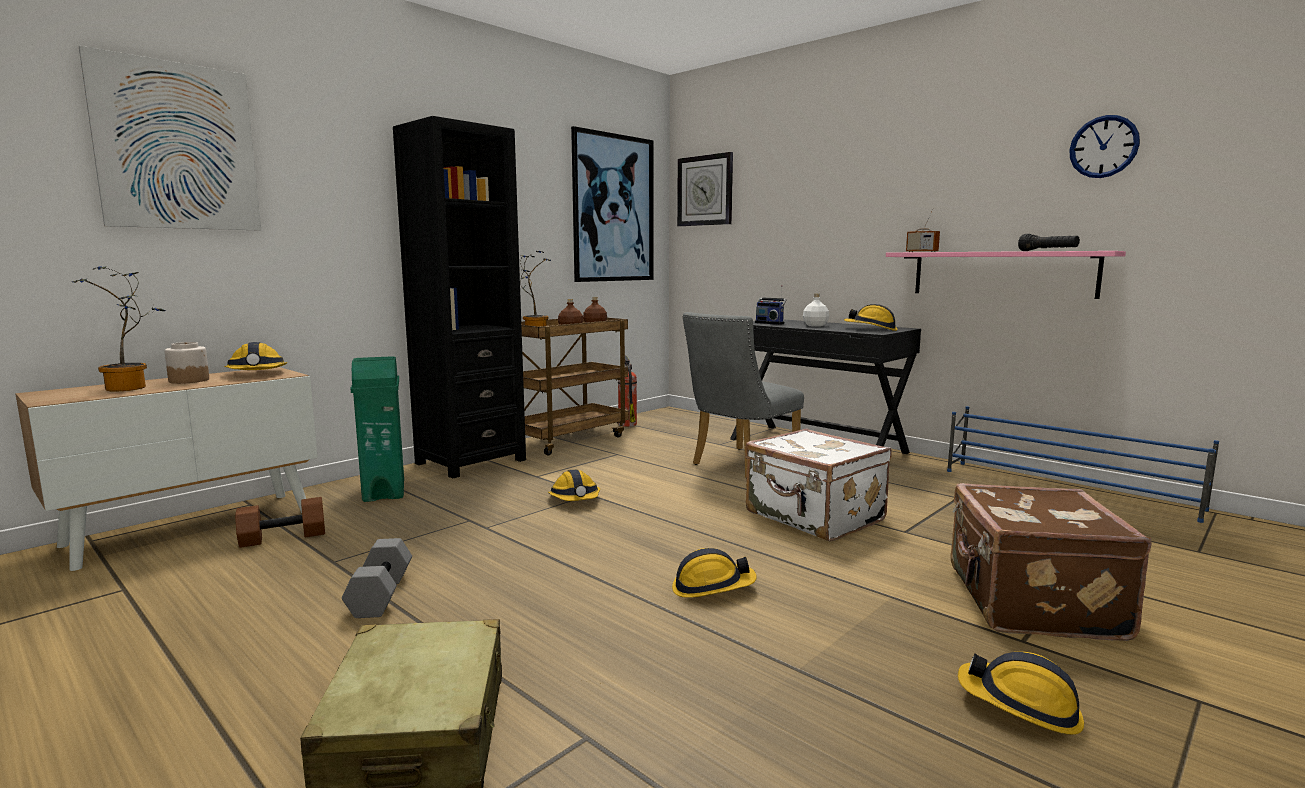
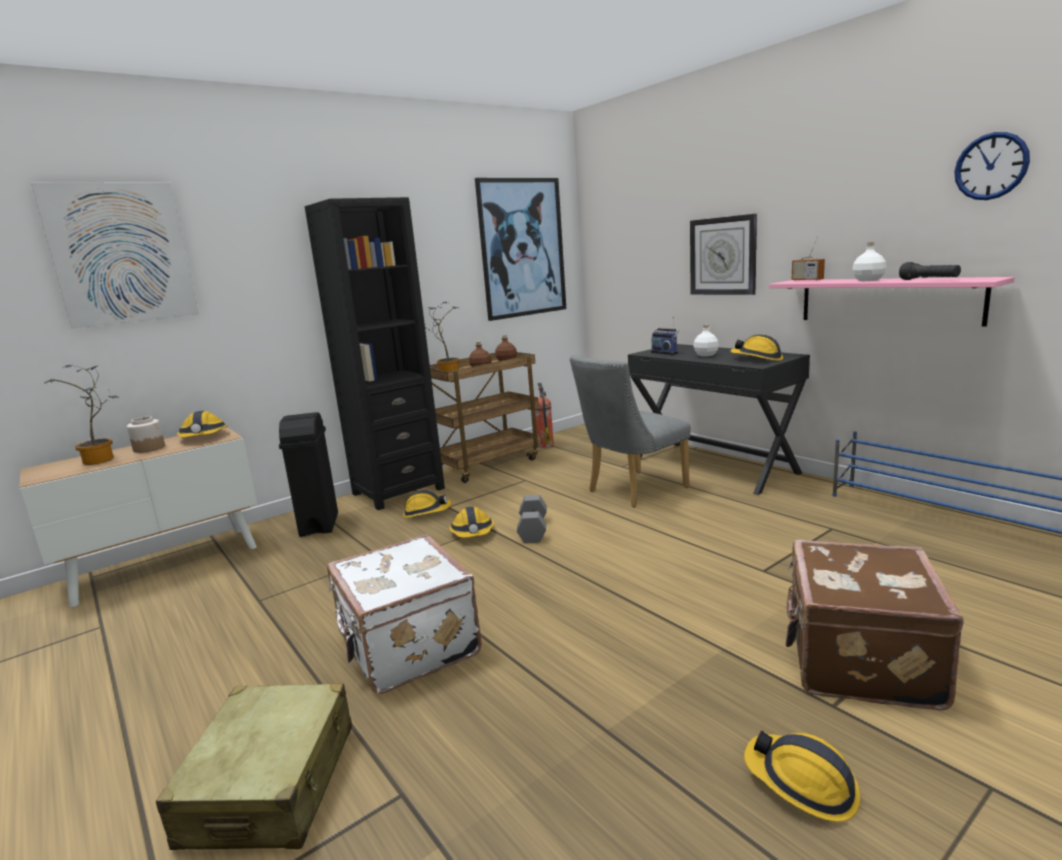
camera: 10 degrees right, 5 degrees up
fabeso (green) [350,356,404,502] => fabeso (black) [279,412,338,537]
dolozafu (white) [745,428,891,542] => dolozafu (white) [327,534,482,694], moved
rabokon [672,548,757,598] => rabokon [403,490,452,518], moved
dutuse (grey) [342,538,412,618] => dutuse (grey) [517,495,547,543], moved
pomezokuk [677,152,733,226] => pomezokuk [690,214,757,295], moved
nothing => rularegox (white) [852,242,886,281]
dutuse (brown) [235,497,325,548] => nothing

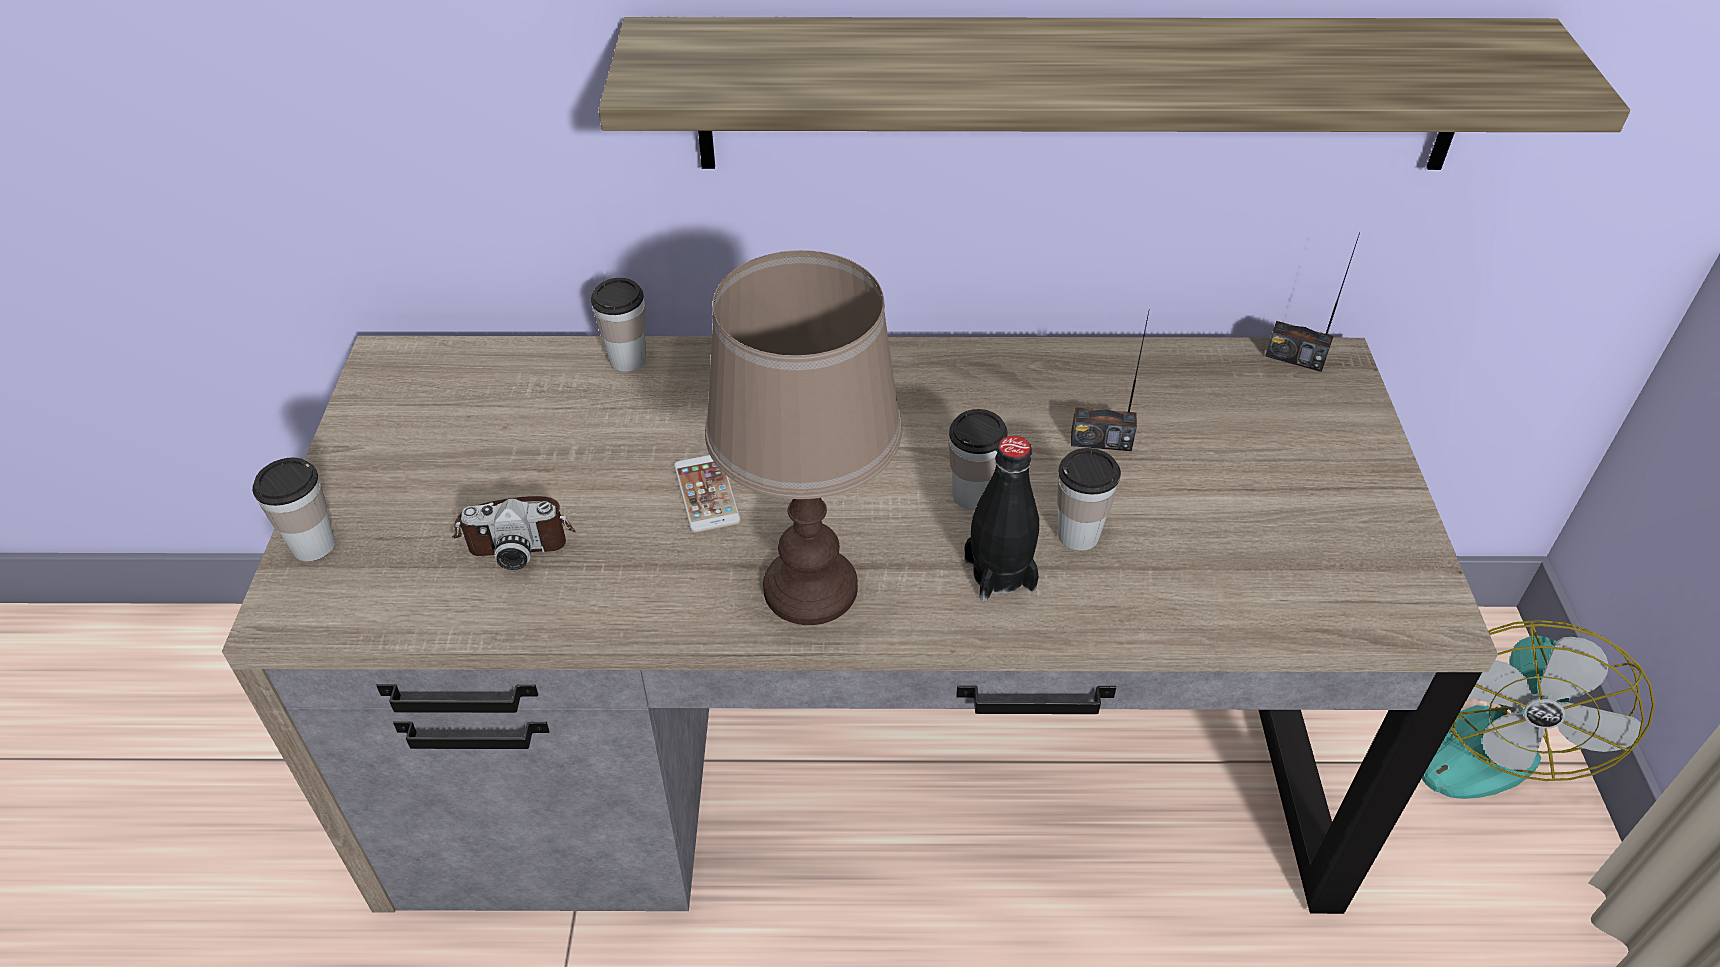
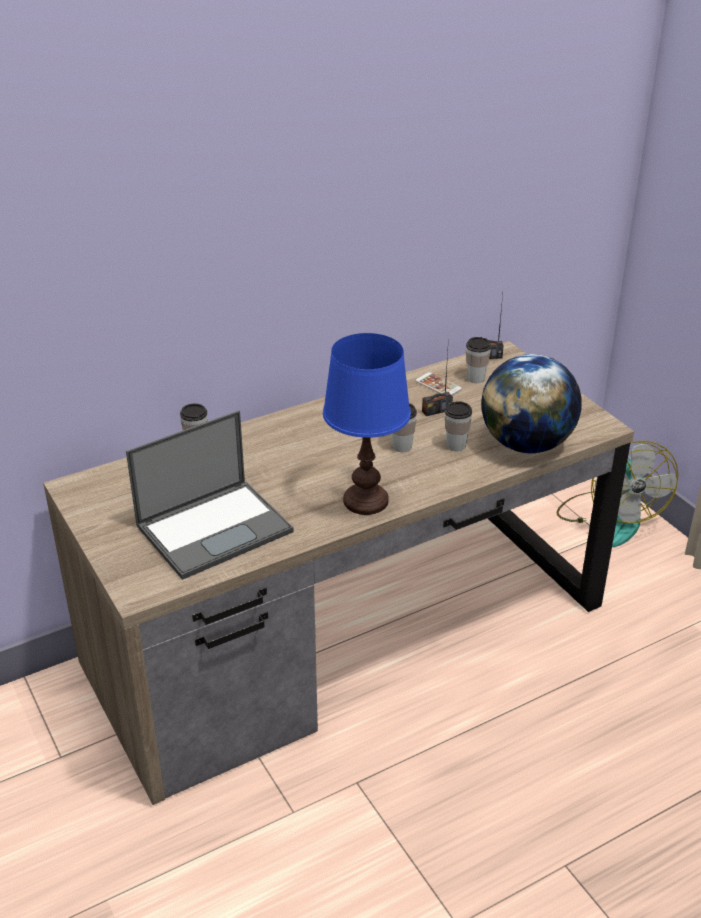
camera: 30 degrees left, 10 degrees down
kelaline [452,496,576,570] => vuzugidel [126,410,294,580]
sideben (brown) [705,250,902,625] => sideben (blue) [323,333,411,515]
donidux [674,455,741,533] => donidux [415,372,462,395], moved
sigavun [252,457,335,561] => sigavun [466,337,491,383], moved
nothing => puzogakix [481,354,582,453]
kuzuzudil [598,17,1630,170] => nothing
rularegox (black) [964,436,1039,601] => nothing

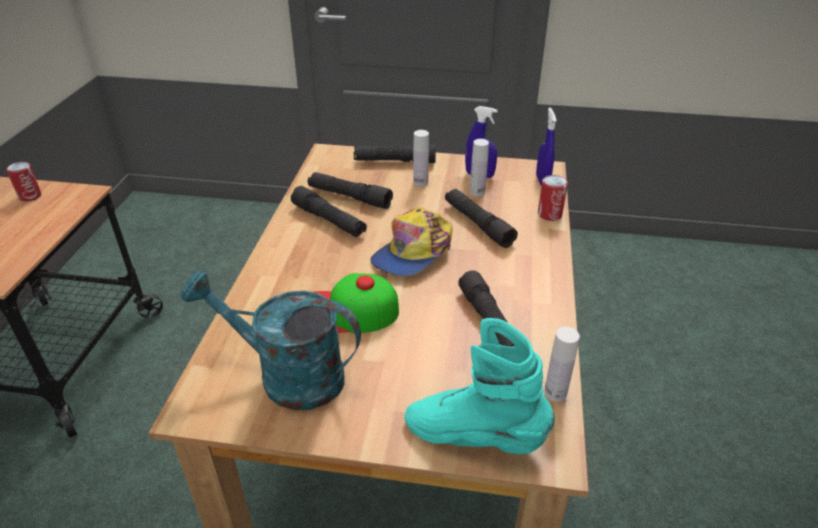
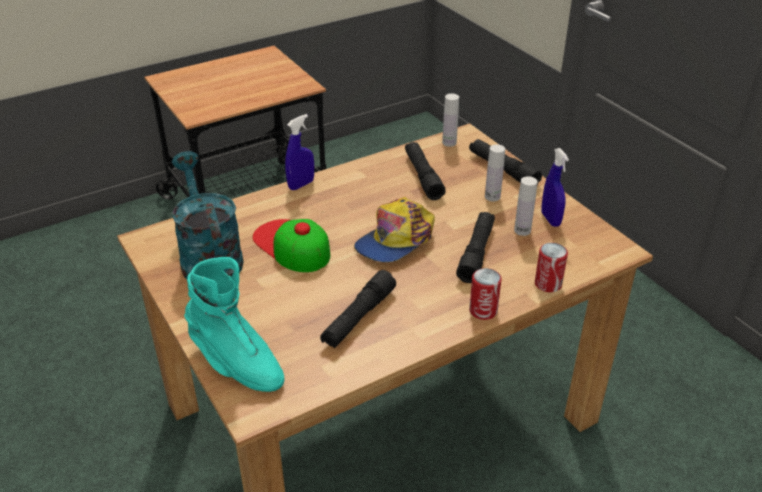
camera: 50 degrees right, 0 degrees up
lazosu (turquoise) [405,318,555,454] => lazosu (turquoise) [184,257,284,392], 150 degrees clockwise
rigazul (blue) [536,108,557,186] => rigazul (blue) [285,114,314,190], moved
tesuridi [370,207,453,276] => tesuridi [354,197,435,262], 45 degrees counterclockwise
rularegox (white) [544,327,580,402] => rularegox (white) [442,93,459,147], moved
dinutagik [6,162,42,202] => dinutagik [469,268,502,320], moved
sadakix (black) [291,186,367,237] => nothing

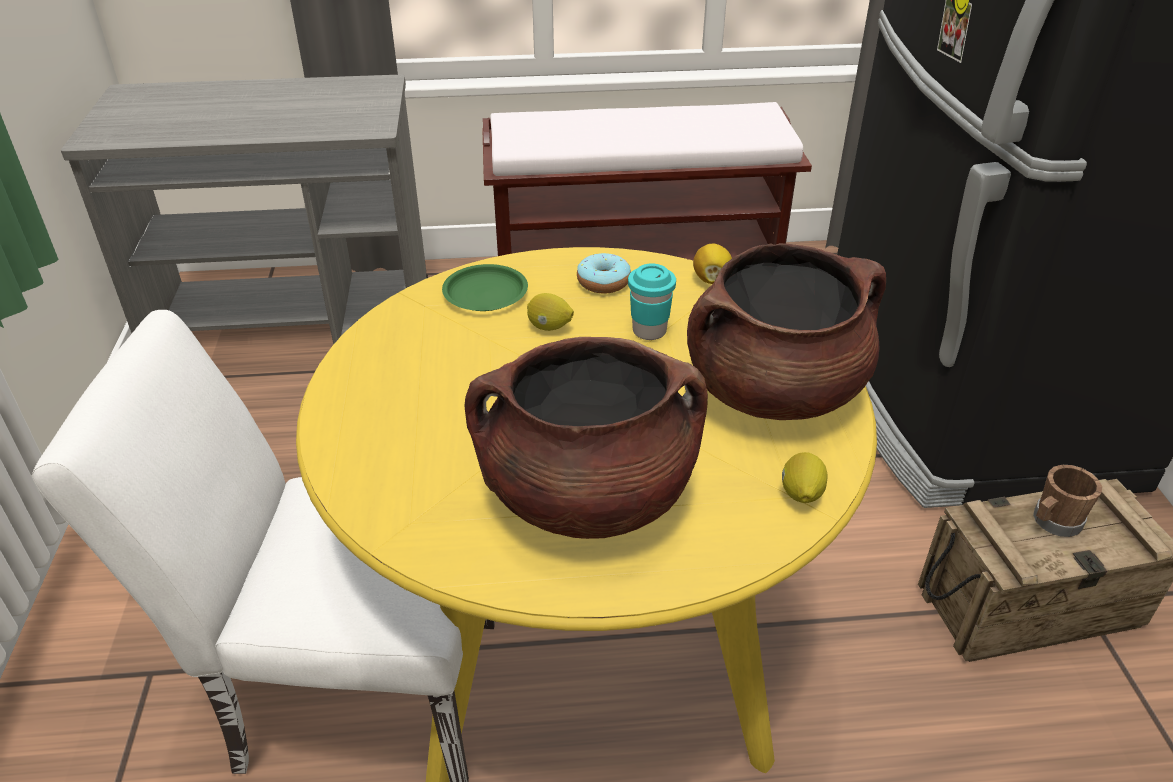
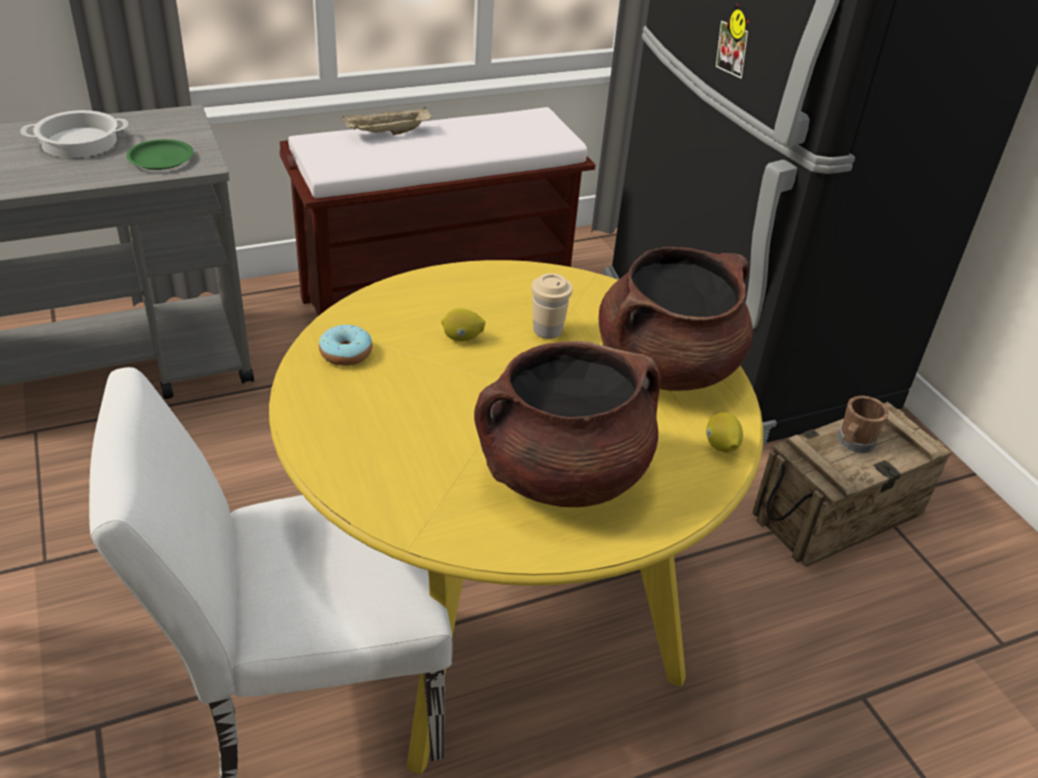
camera: 20 degrees left, 0 degrees up
nothing => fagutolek [21,110,128,158]
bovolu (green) [442,264,528,311] => bovolu (green) [126,139,194,170], moved
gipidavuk [577,253,631,294] => gipidavuk [319,325,372,366], moved
nothing => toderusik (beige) [342,107,432,135]
sigavun (turquoise) [628,263,676,340] => sigavun (beige) [531,273,573,339]
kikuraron [693,244,732,284] => nothing

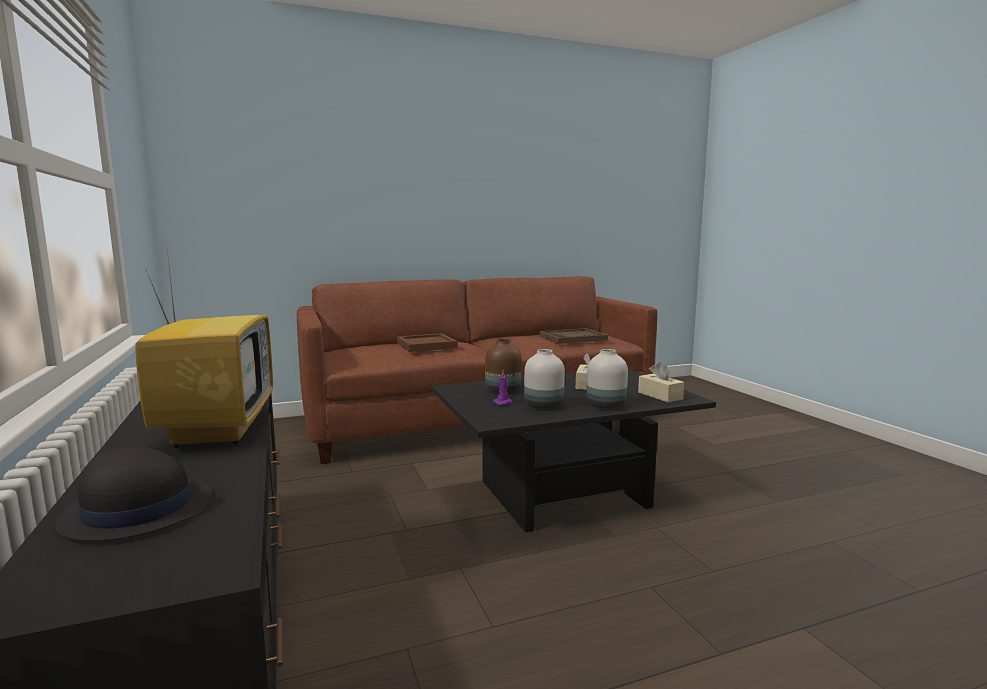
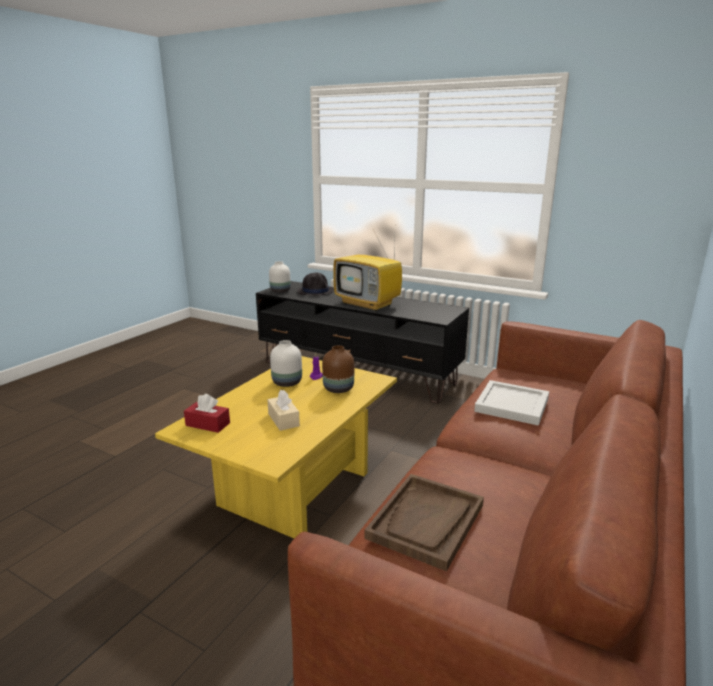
camera: 140 degrees right, 10 degrees up
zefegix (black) [431,369,716,533] => zefegix (yellow) [155,356,397,538]
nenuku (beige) [638,362,684,402] => nenuku (red) [184,394,230,433]
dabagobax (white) [587,349,628,408] => dabagobax (white) [269,261,291,293], moved
toderusik (brown) [397,333,458,352] => toderusik (white) [474,380,549,426]

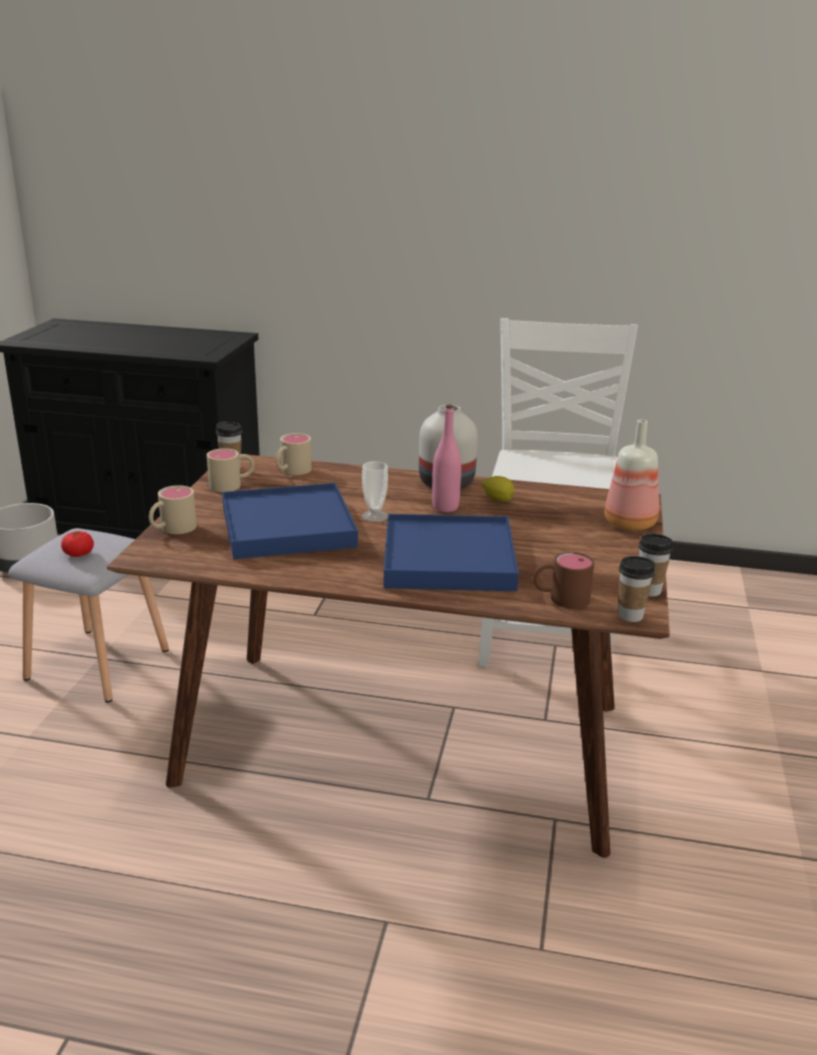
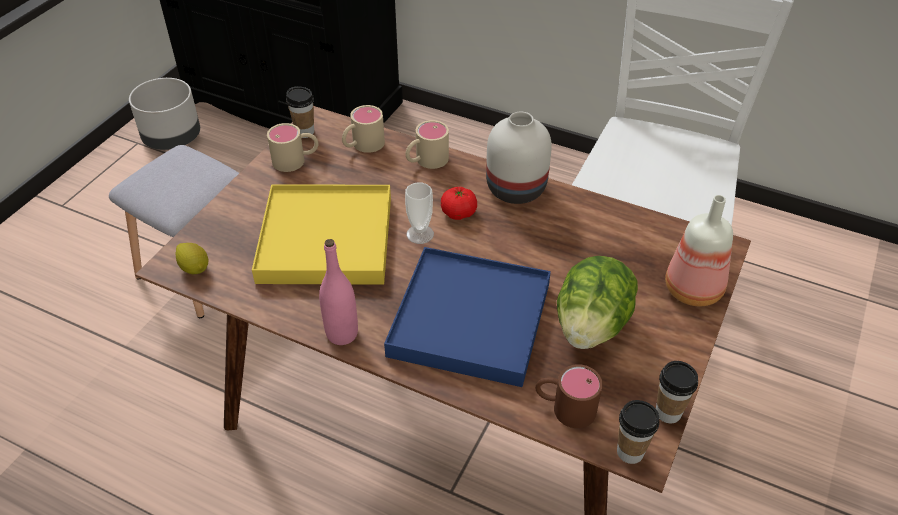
camera: 15 degrees right, 20 degrees up
kikuraron [482,476,515,502] => kikuraron [176,243,208,274], moved
toderusik (blue) [222,483,358,559] => toderusik (yellow) [252,184,391,285]
rularegox (pink) [432,404,461,512] => rularegox (pink) [319,239,358,345], moved
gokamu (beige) [149,485,197,534] => gokamu (beige) [405,120,449,169], moved
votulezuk [61,531,94,557] => votulezuk [441,187,477,220], moved
nothing => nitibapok [557,256,638,349]

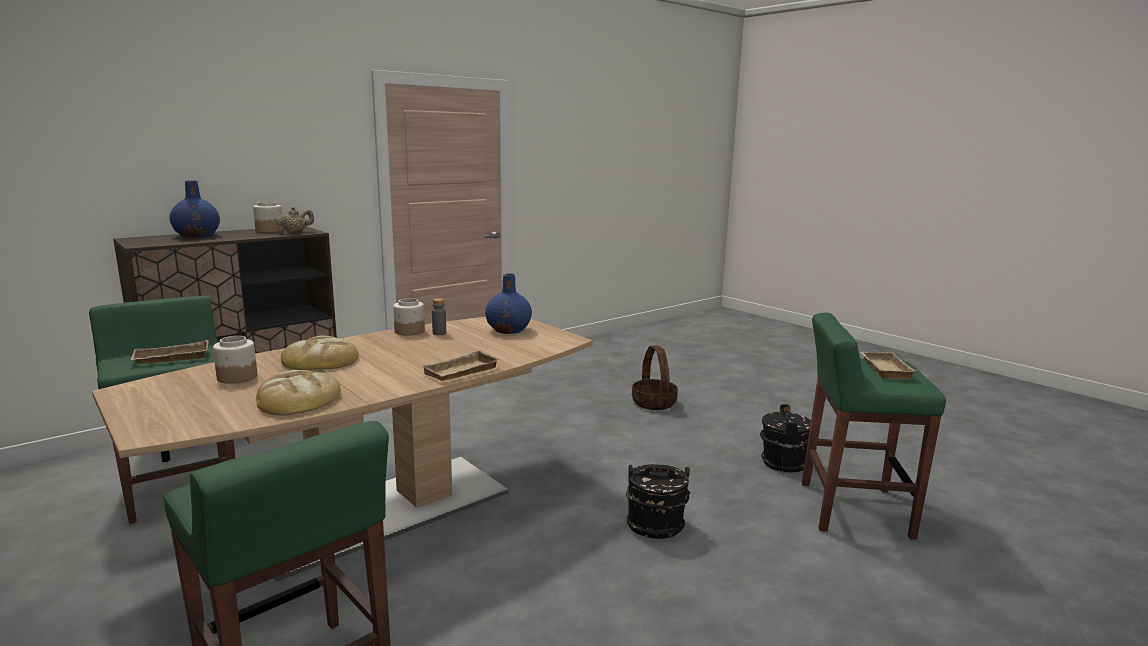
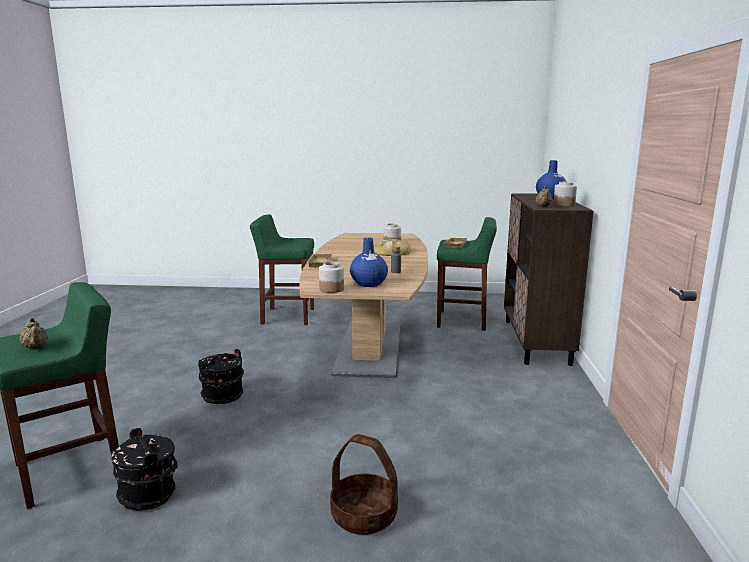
camera: 135 degrees right, 0 degrees up
toderusik (beige) [860,352,917,379] => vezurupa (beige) [19,318,48,349]
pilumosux [393,298,425,336] => pilumosux [319,262,344,293], moved
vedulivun [256,370,341,416] => nothing

